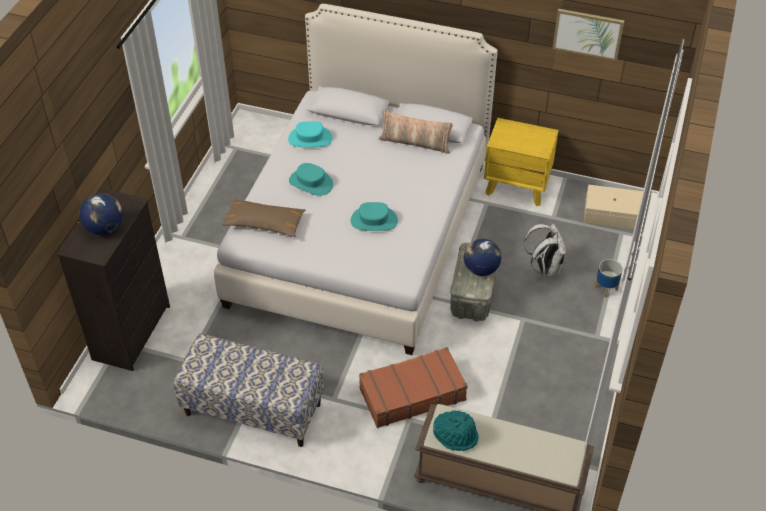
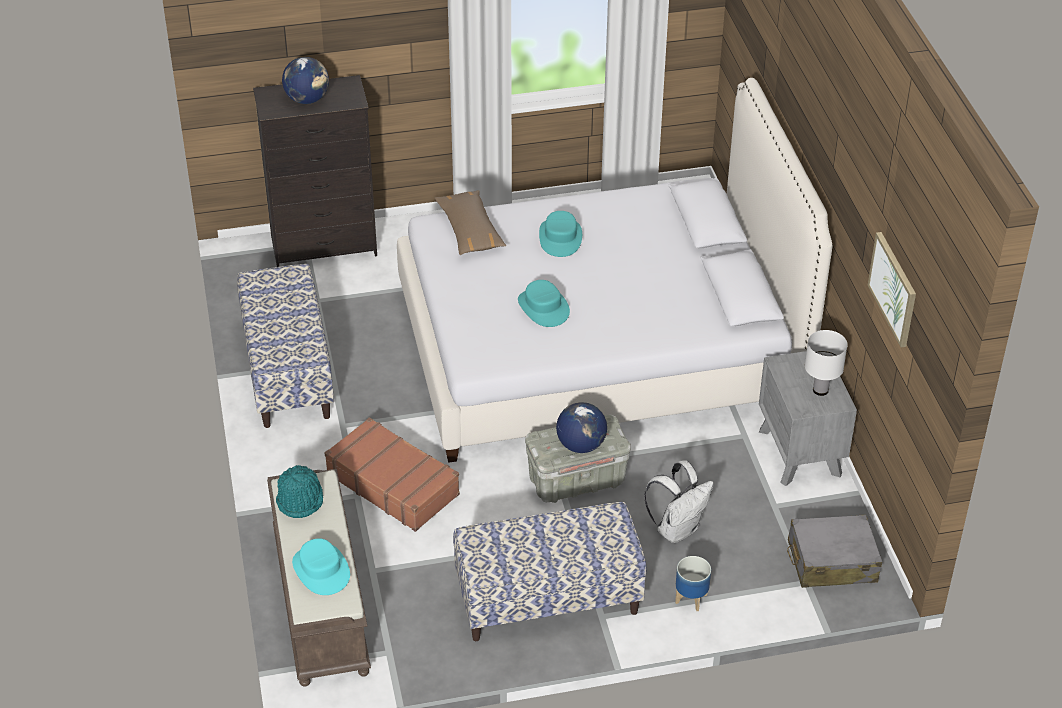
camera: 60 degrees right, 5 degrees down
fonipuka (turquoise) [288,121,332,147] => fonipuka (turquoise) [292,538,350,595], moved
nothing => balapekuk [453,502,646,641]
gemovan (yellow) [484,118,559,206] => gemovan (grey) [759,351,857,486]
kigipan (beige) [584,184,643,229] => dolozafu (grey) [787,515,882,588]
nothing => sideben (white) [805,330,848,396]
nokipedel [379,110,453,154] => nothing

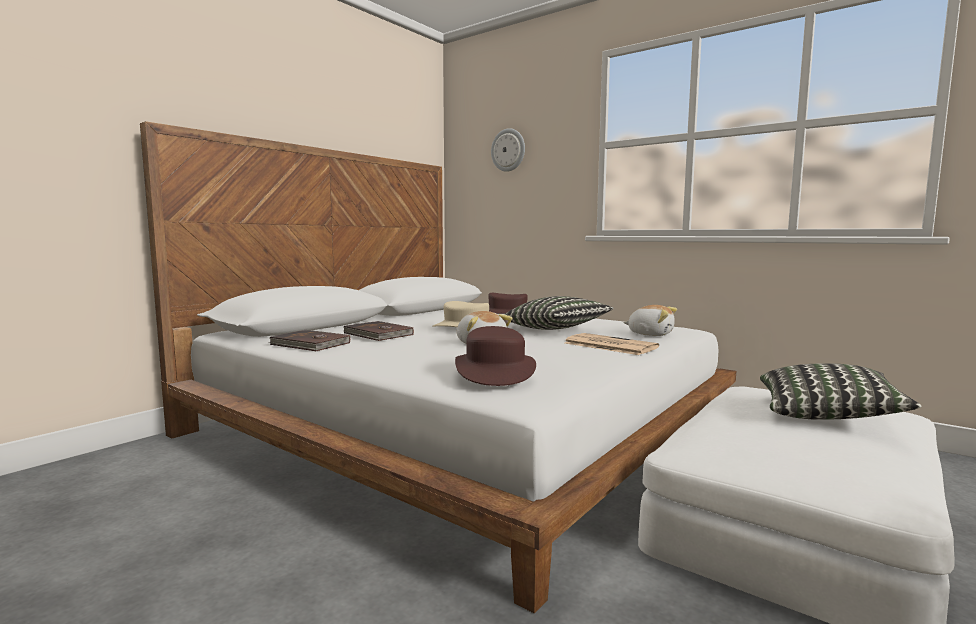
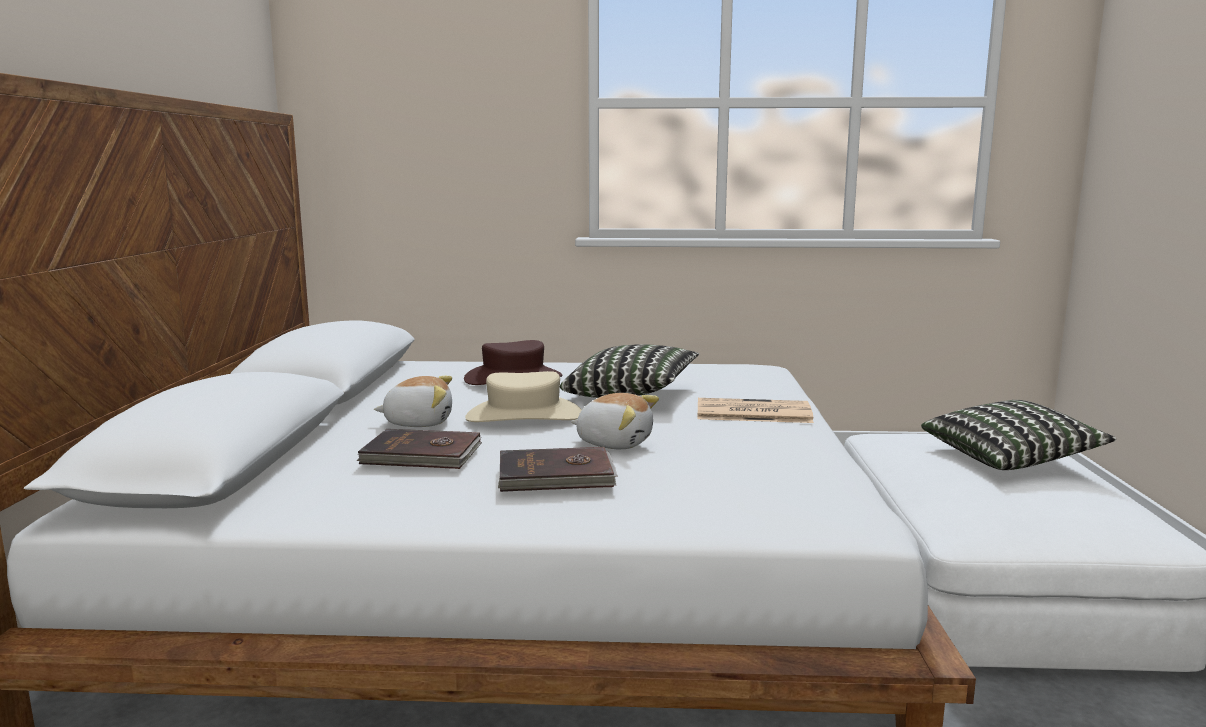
camera: 35 degrees left, 5 degrees up
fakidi [623,305,677,336] => fakidi [374,376,452,427], moved
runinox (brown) [269,330,350,351] => runinox (brown) [498,447,618,492], moved
fonipuka (brown) [455,326,536,386] => nothing
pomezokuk [491,128,525,172] => nothing

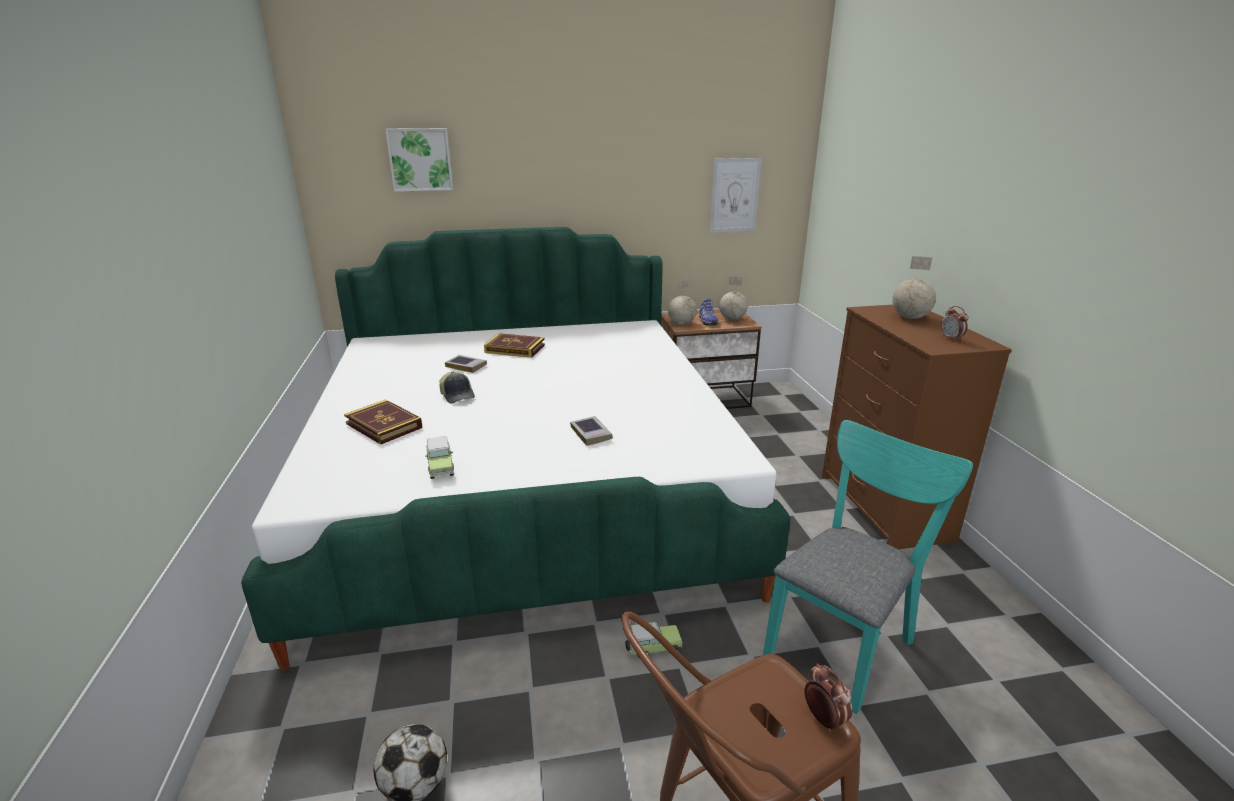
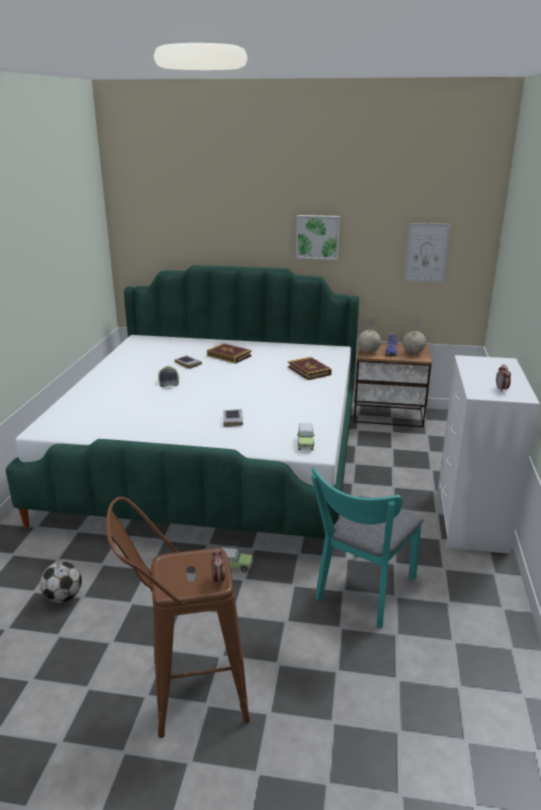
camera: 20 degrees right, 0 degrees up
runinox [344,400,423,445] => runinox [288,357,332,380], moved
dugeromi [385,128,453,192] => dugeromi [296,215,340,260], moved
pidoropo [425,436,454,479] => pidoropo [297,424,315,450], moved
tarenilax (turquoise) [763,420,973,714] => tarenilax (turquoise) [311,467,424,628], 150 degrees clockwise
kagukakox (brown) [822,305,1012,549] => kagukakox (white) [438,355,540,554]
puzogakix [892,256,936,319] => nothing

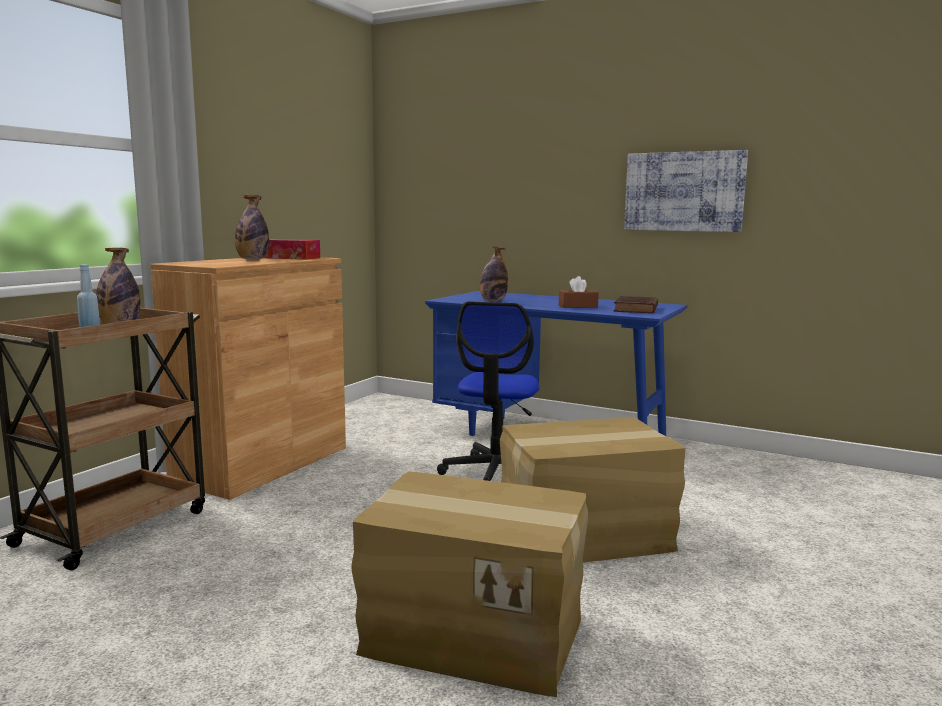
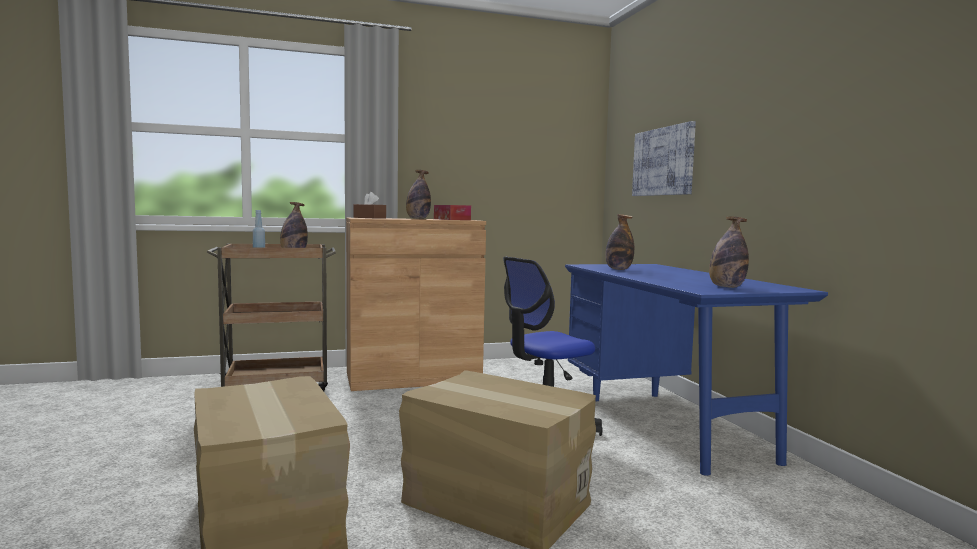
camera: 45 degrees right, 5 degrees down
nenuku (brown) [559,276,599,308] => nenuku (brown) [354,192,386,219], moved
dugeromi [624,150,748,232] => dugeromi [632,121,696,196], moved
runinox (brown) [613,296,658,313] => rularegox [709,216,749,288]

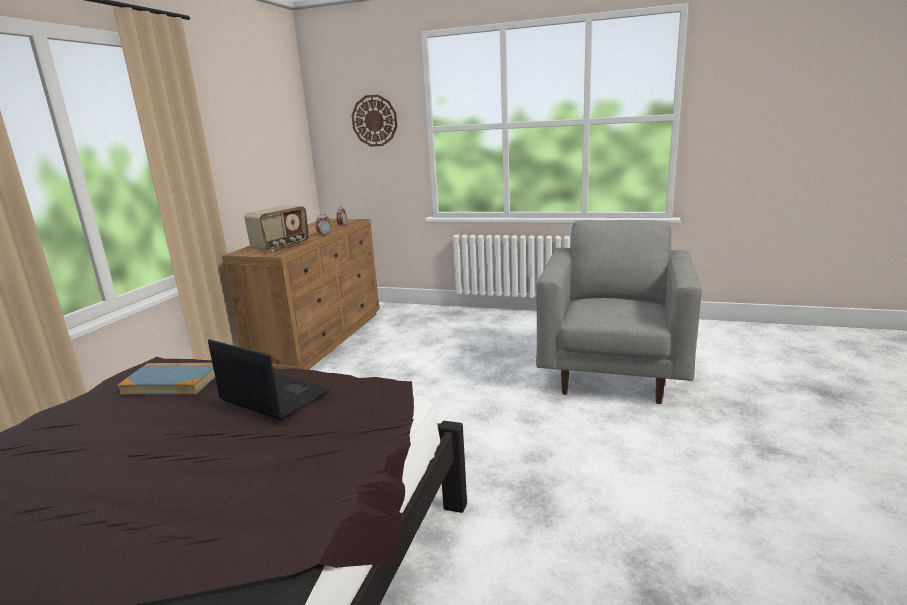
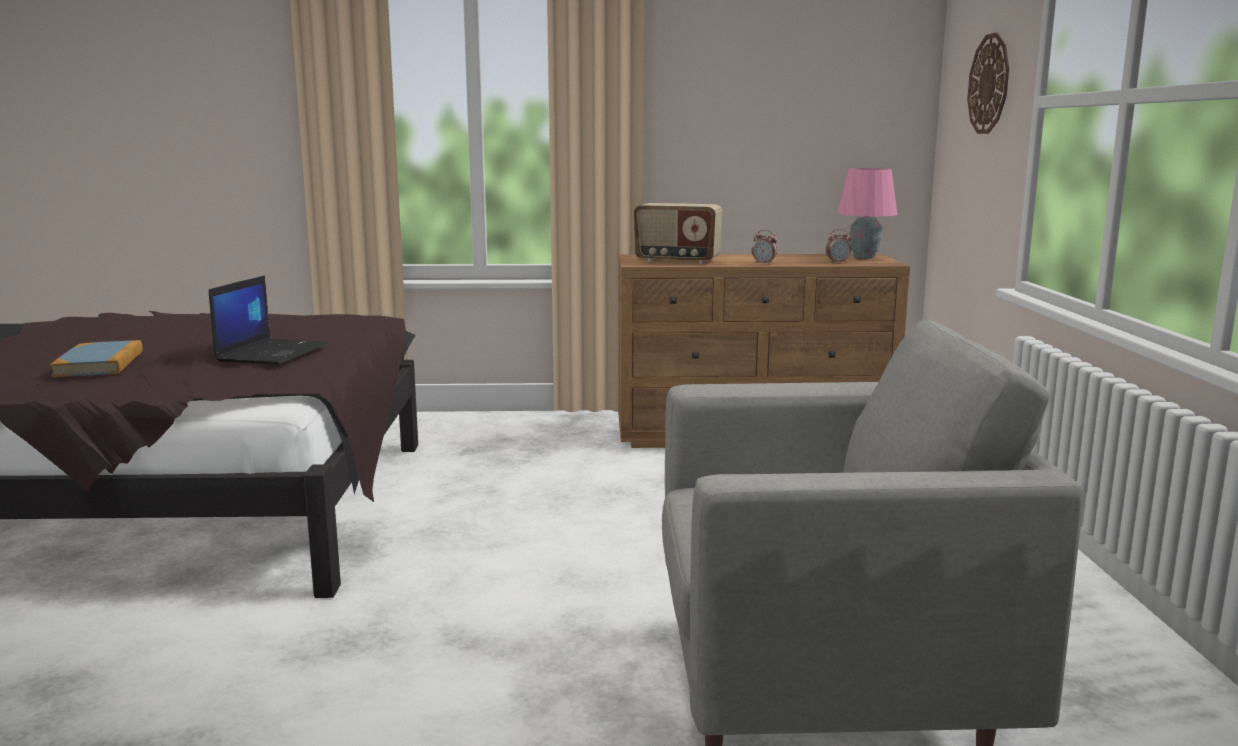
camera: 70 degrees right, 5 degrees down
runinox [117,363,215,395] => runinox [50,340,143,377], moved
nothing => sideben (pink) [838,168,897,258]

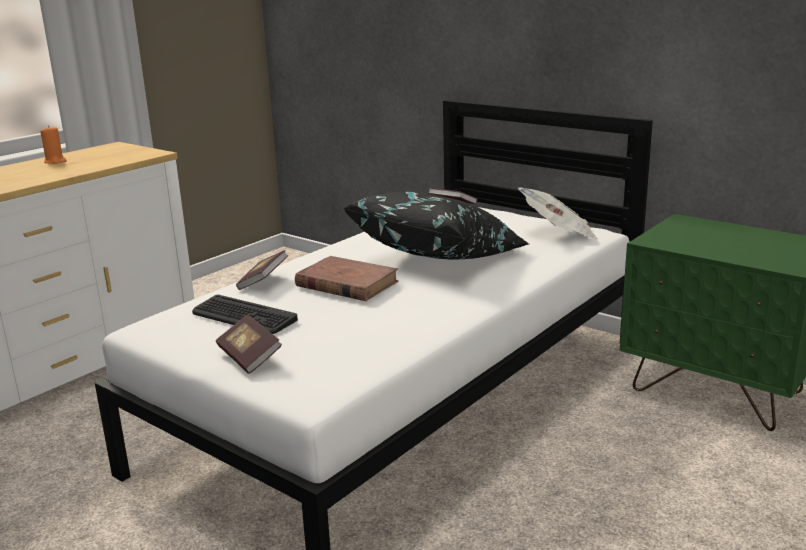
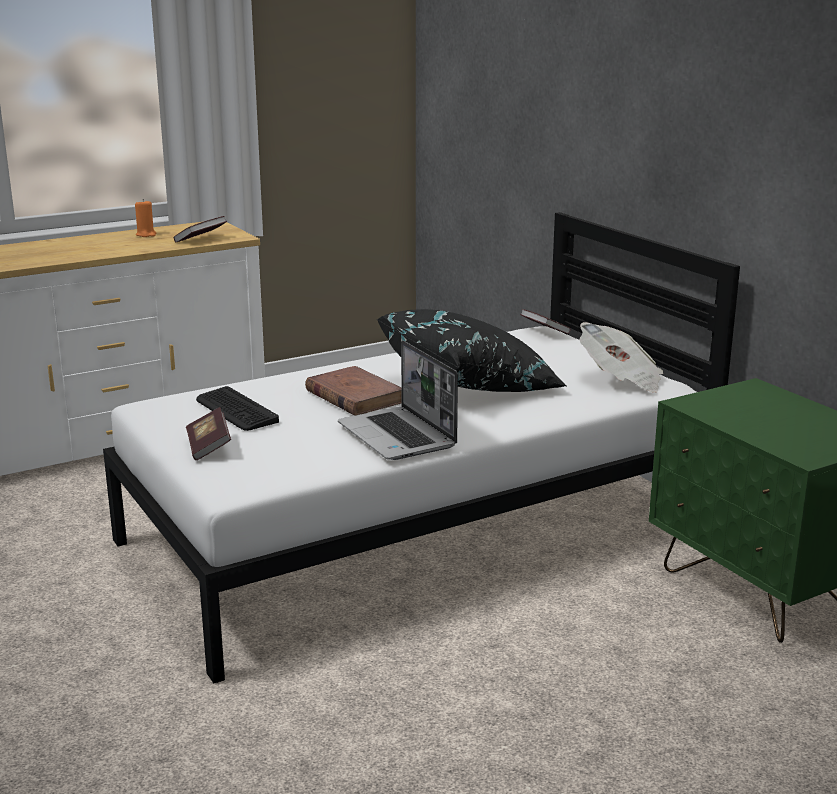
camera: 20 degrees right, 0 degrees up
runinox [236,250,288,290] => runinox [174,216,227,242], moved
nothing => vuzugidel [338,340,458,460]

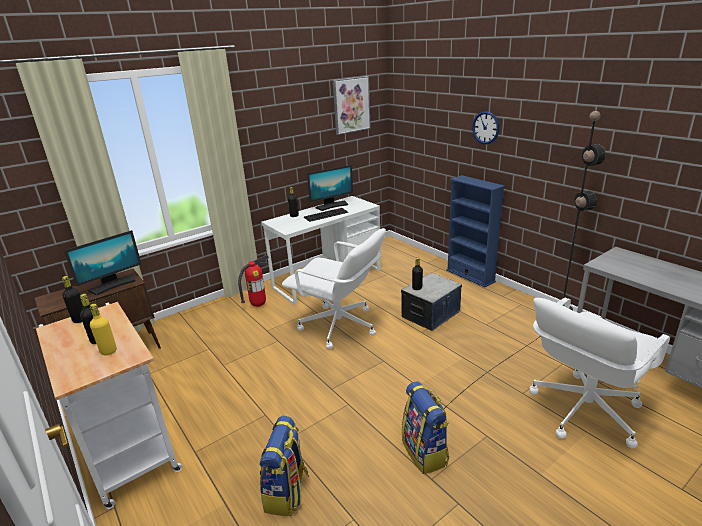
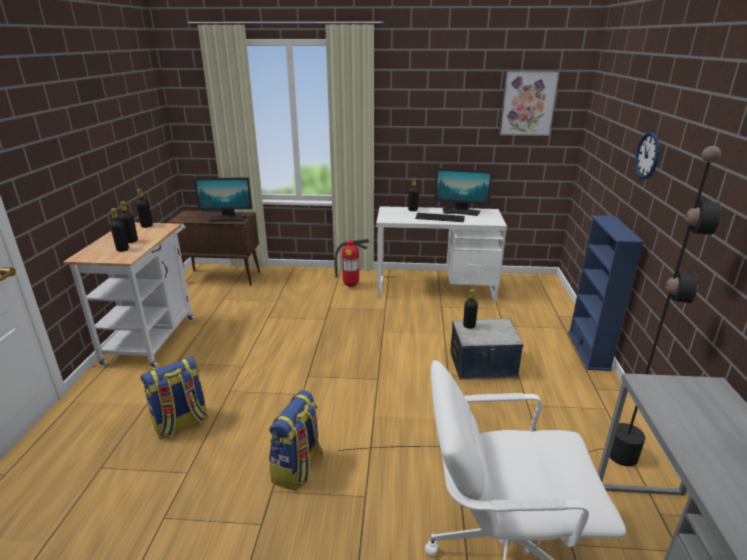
camera: 40 degrees right, 0 degrees up
rularegox (yellow) [90,304,117,355] => rularegox (black) [110,208,129,252]
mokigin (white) [282,228,386,349] => nothing

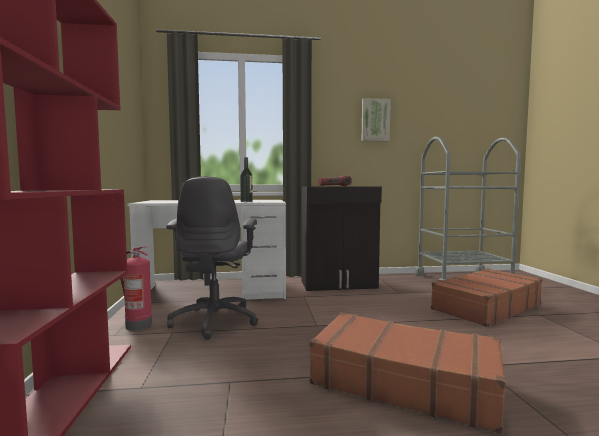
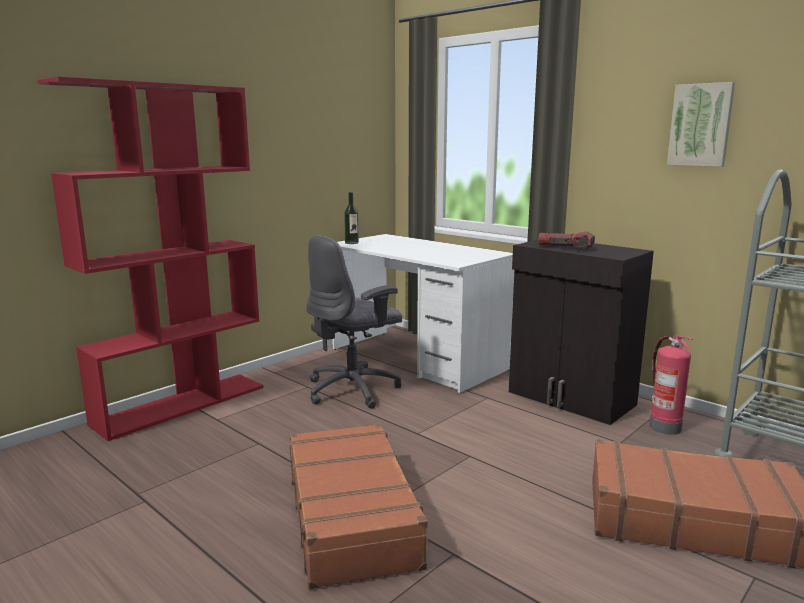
camera: 50 degrees right, 10 degrees up
rularegox [240,157,253,202] => rularegox [344,192,359,244], moved
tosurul [120,246,152,331] => tosurul [649,336,693,434], moved

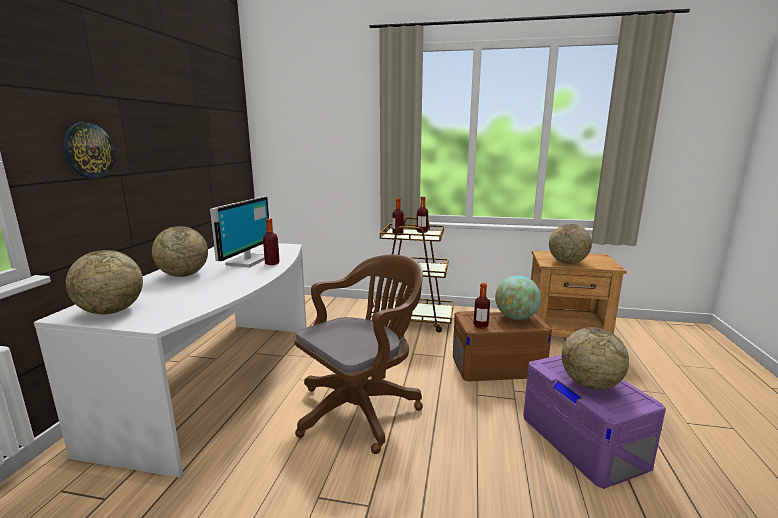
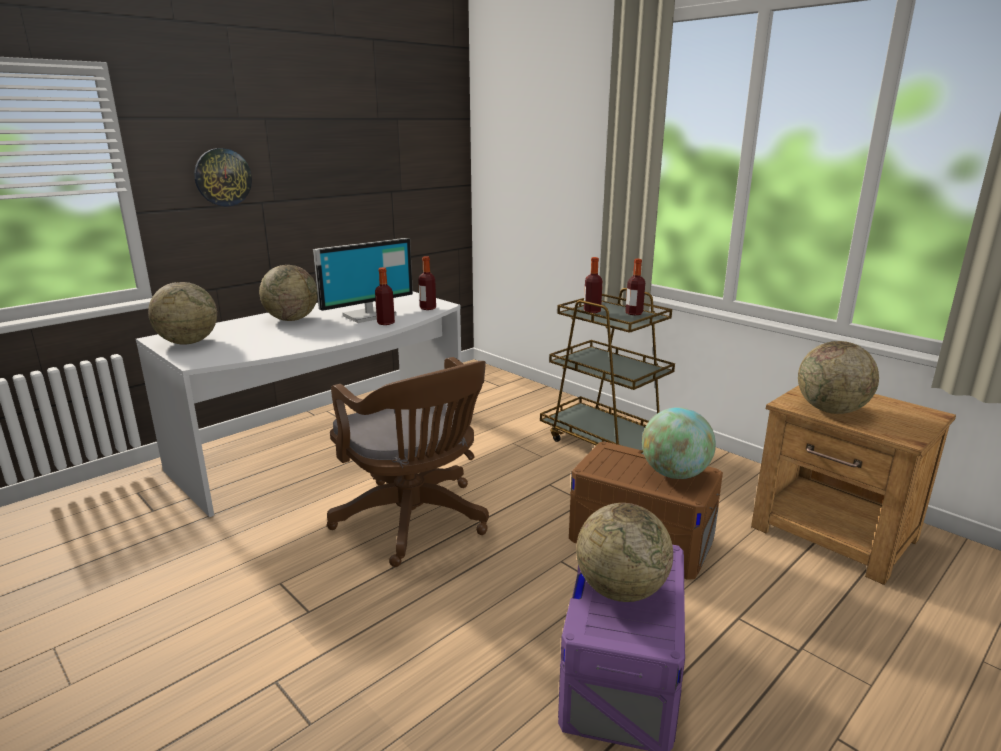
camera: 35 degrees right, 5 degrees up
mokigin (brown) [295,254,423,454] => mokigin (brown) [327,357,489,567], 60 degrees clockwise
rularegox [474,283,490,329] => rularegox [418,256,436,310], moved

